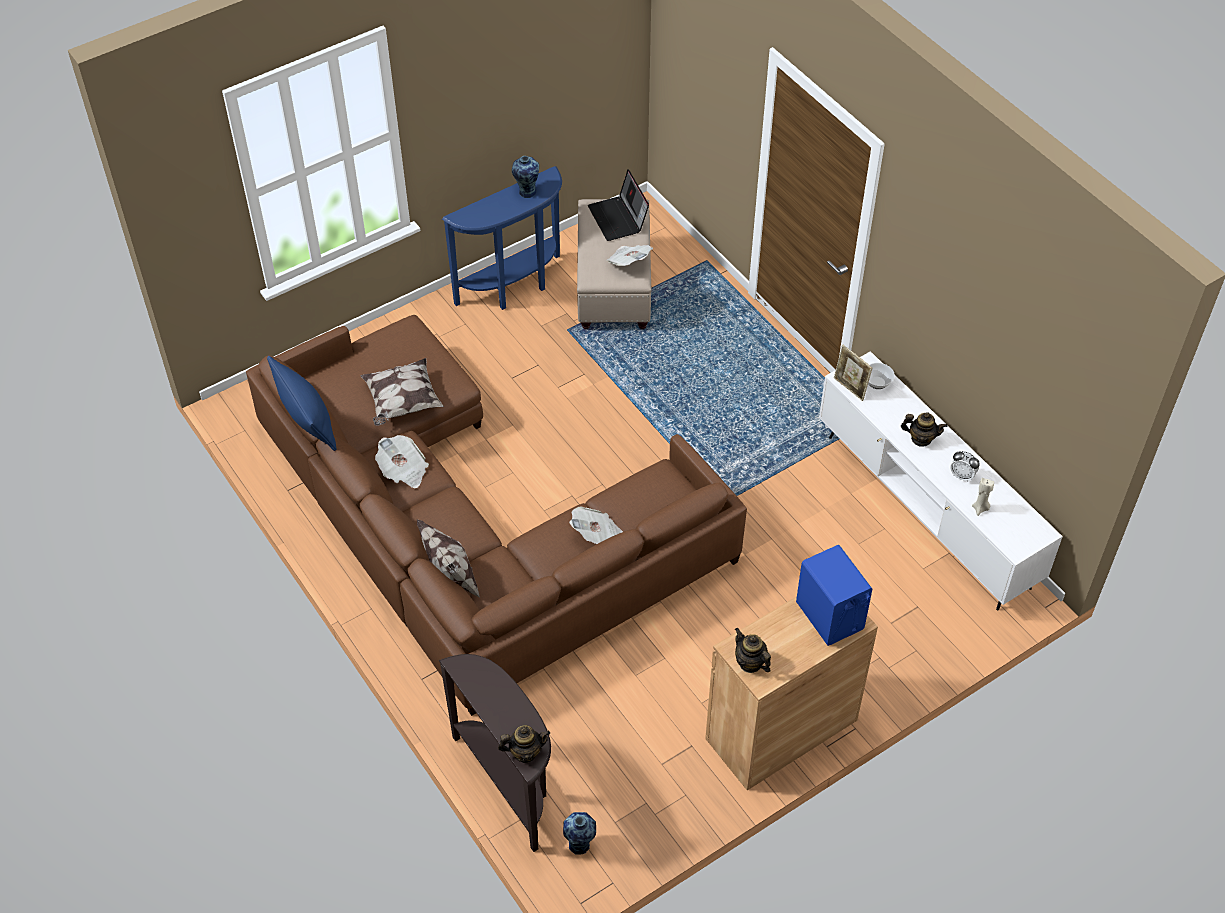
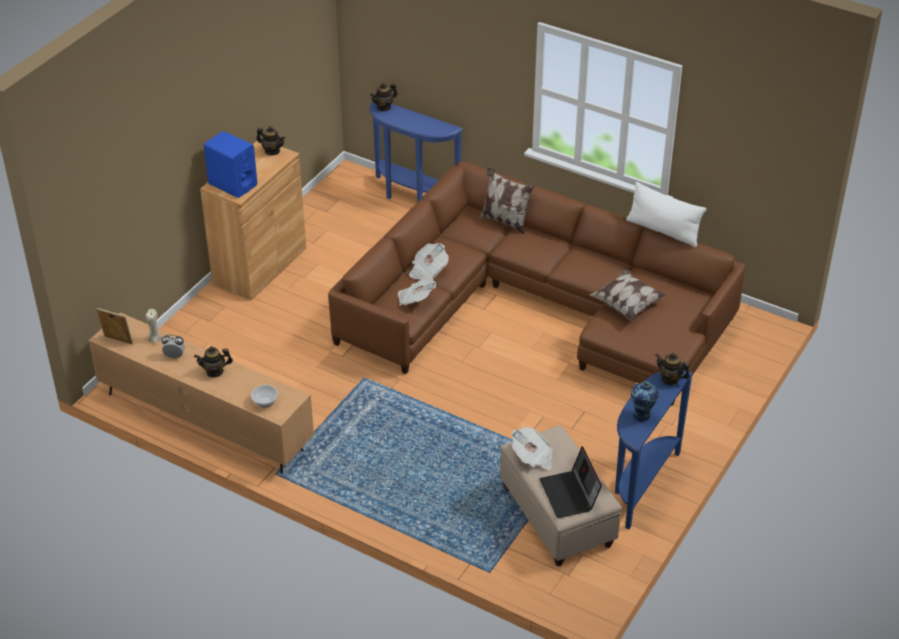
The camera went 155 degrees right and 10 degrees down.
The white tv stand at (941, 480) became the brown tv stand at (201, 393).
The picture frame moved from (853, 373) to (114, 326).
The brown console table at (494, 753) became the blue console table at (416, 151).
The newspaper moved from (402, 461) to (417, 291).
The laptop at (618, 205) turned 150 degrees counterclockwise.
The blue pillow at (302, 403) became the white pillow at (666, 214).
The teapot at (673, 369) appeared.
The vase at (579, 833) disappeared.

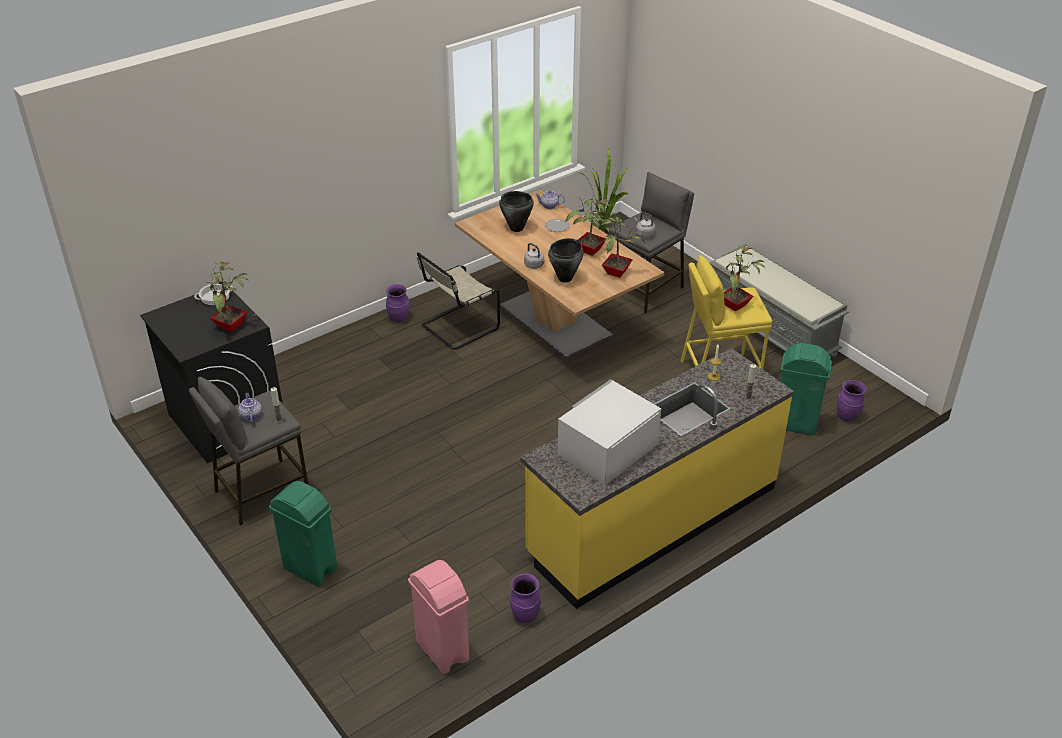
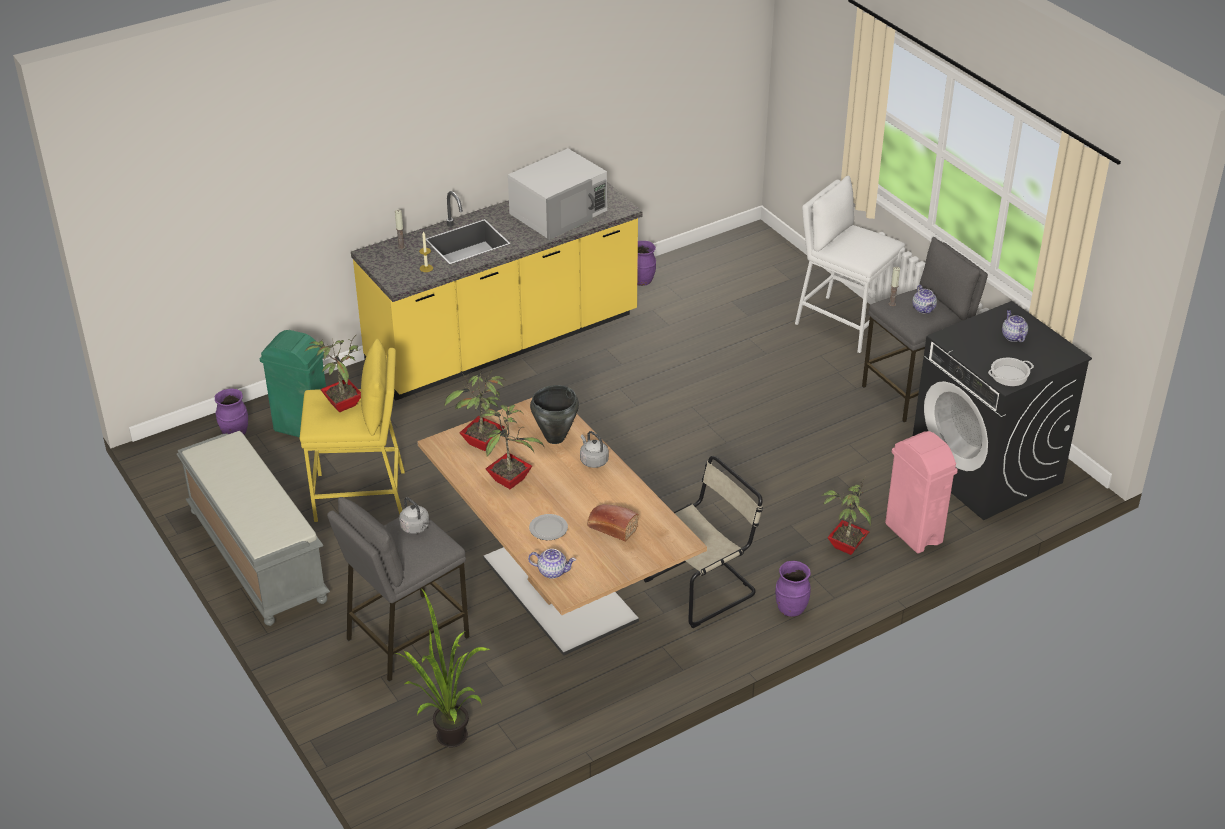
The camera went 175 degrees left and 0 degrees up.
The black cooking pot at (516, 211) was replaced by the bread at (613, 523).
The green trash can at (303, 534) was replaced by the white stool at (850, 264).
The potted plant moved from (228, 296) to (846, 516).
The pink trash can moved from (438, 617) to (921, 492).
The teapot at (1015, 326) appeared.

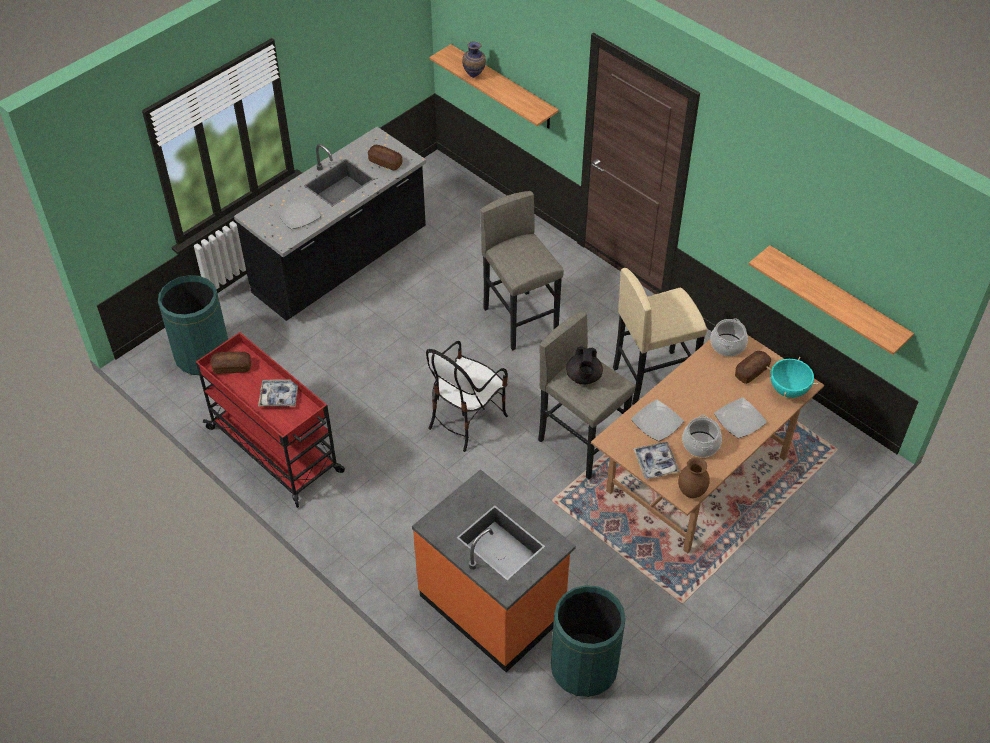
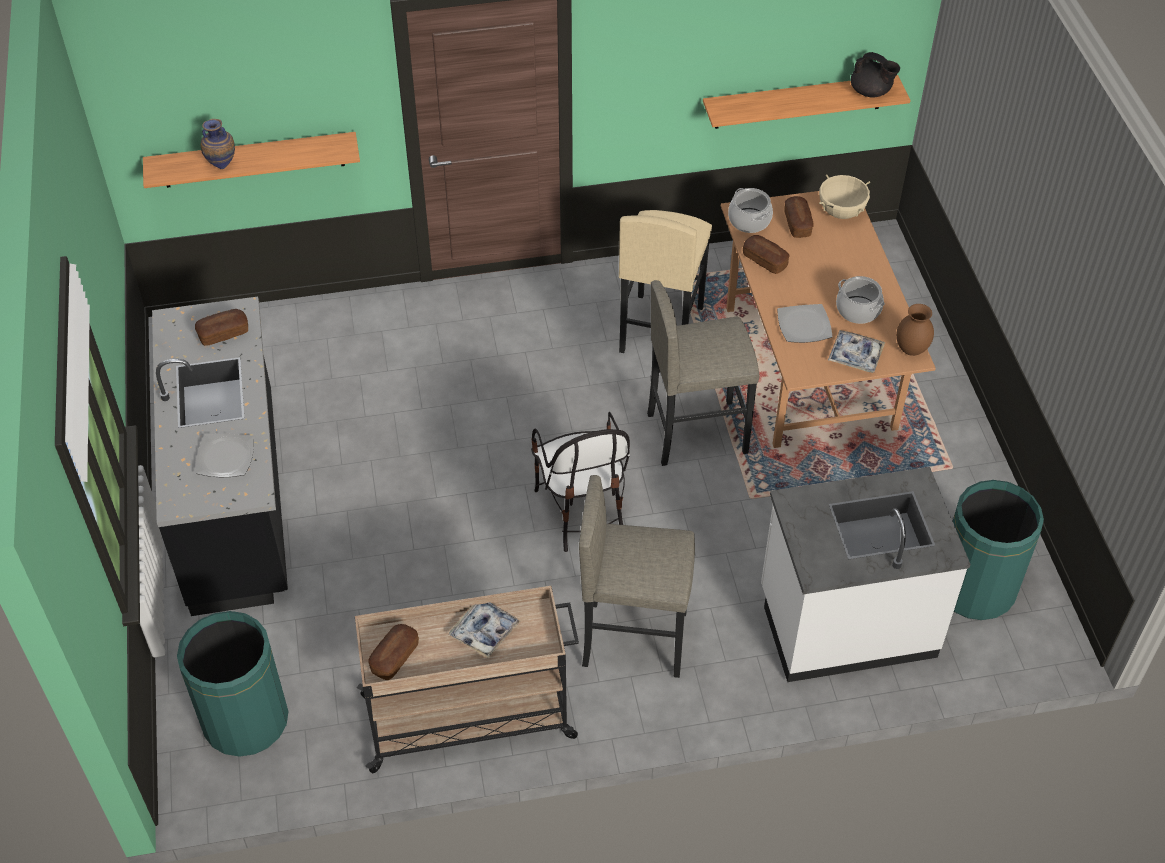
The camera went 55 degrees left and 0 degrees up.
The red cart at (270, 420) became the beige cart at (467, 679).
The grey stool moved from (522, 271) to (637, 576).
The bread at (766, 254) appeared.
The orange counter at (494, 570) became the white counter at (866, 574).
The turquoise cooking pot at (792, 377) became the beige cooking pot at (844, 196).
The black teapot moved from (584, 365) to (875, 75).
The plate at (740, 417) disappeared.

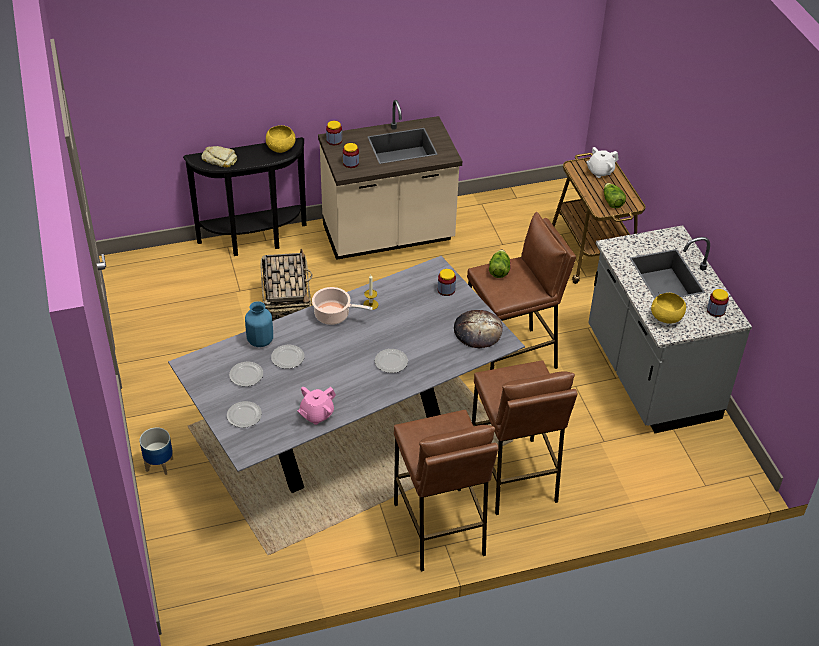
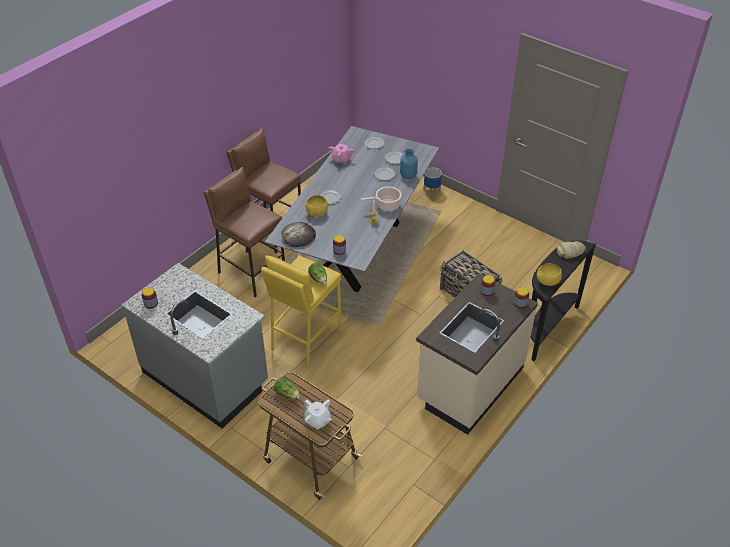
The camera went 145 degrees right and 0 degrees up.
The brown stool at (521, 291) became the yellow stool at (301, 311).
The white teapot at (602, 162) turned 105 degrees clockwise.
The yellow bowl moved from (668, 308) to (317, 206).

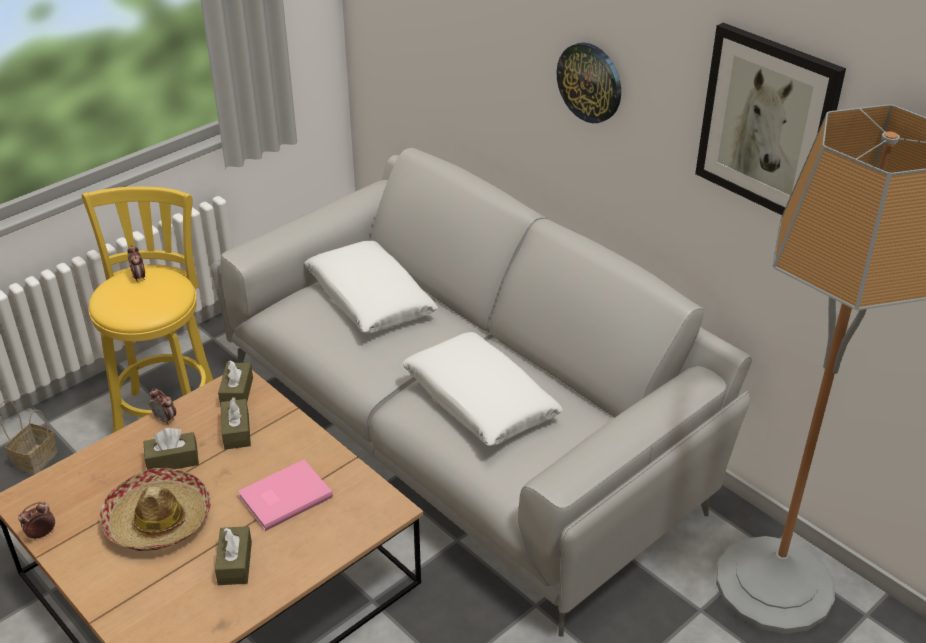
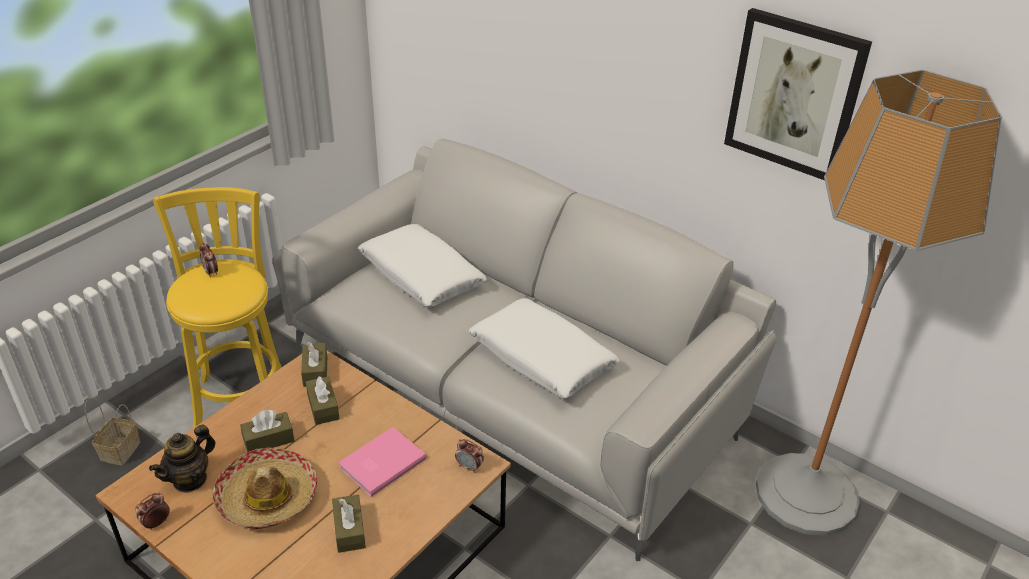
The camera went 10 degrees left and 0 degrees up.
The teapot at (182, 459) appeared.
The alarm clock moved from (162, 406) to (469, 456).
The wall clock at (589, 82) disappeared.

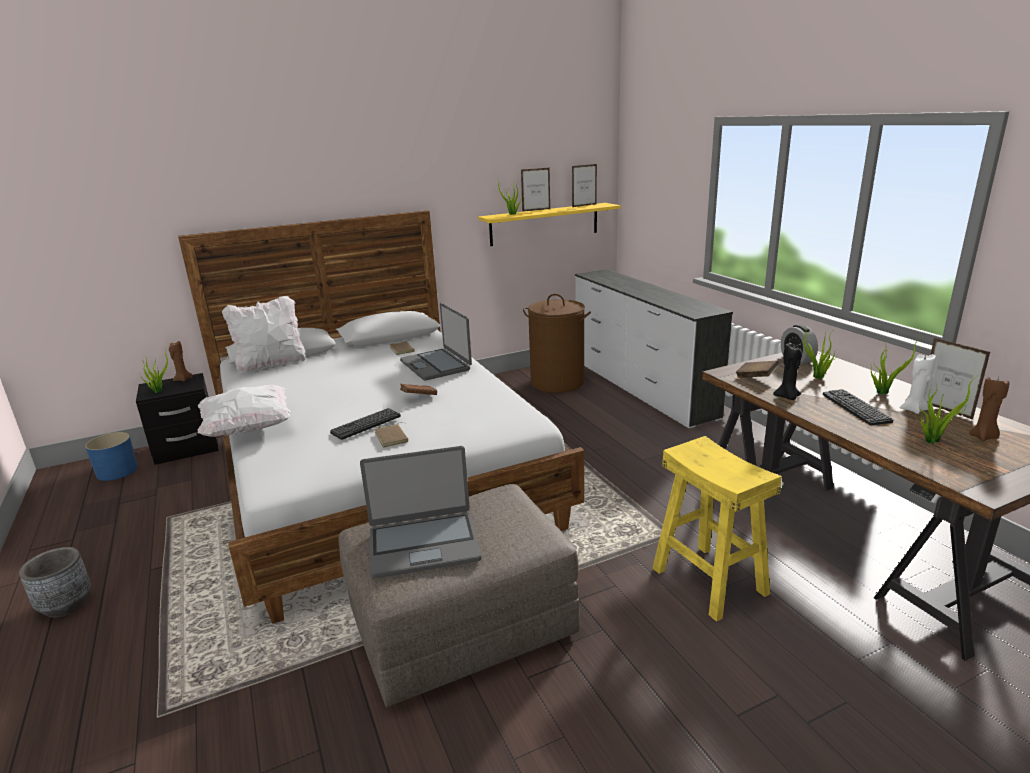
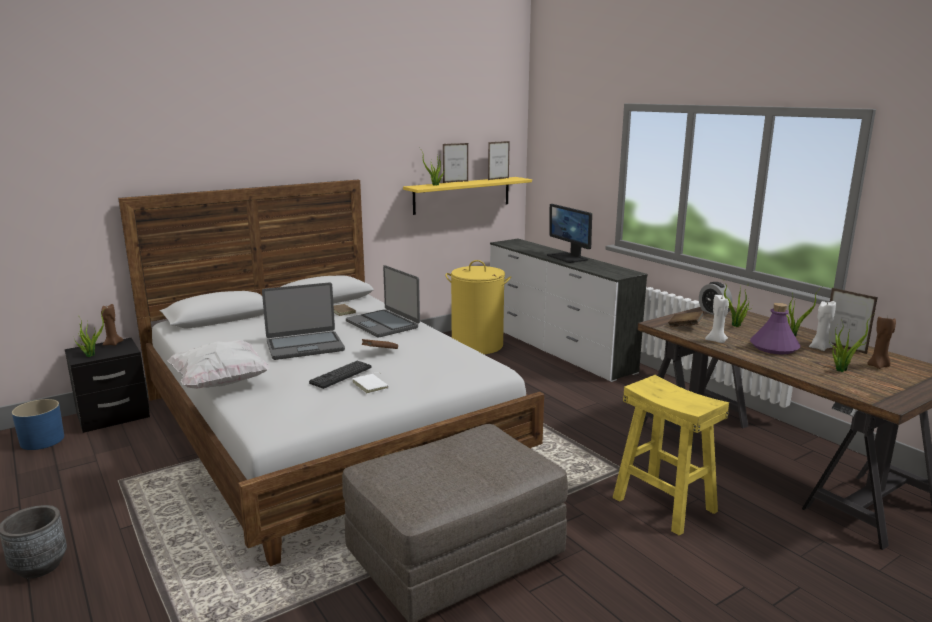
The camera went 10 degrees left and 5 degrees down.
The laptop moved from (421, 512) to (303, 321).
The brown book at (391, 436) became the white book at (370, 383).
The brown laundry basket at (557, 343) became the yellow laundry basket at (478, 307).
The monitor at (569, 233) appeared.
The black candle at (787, 371) became the white candle at (717, 319).
The keyboard at (858, 407) was replaced by the purple bottle at (775, 329).
The white pillow at (264, 335) disappeared.

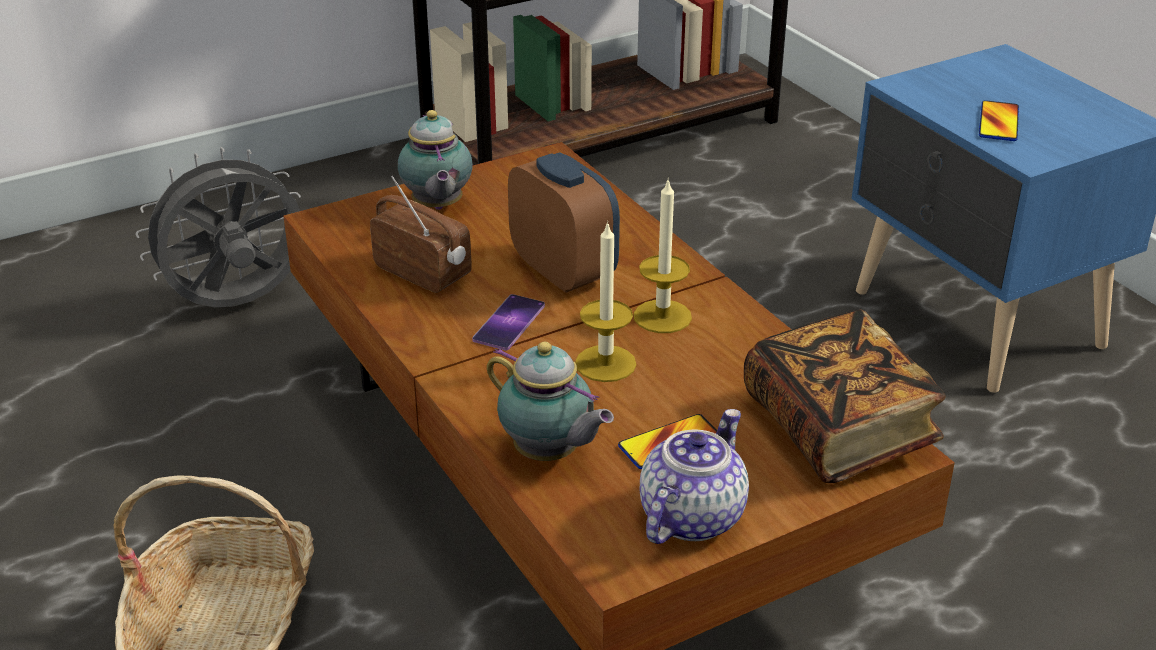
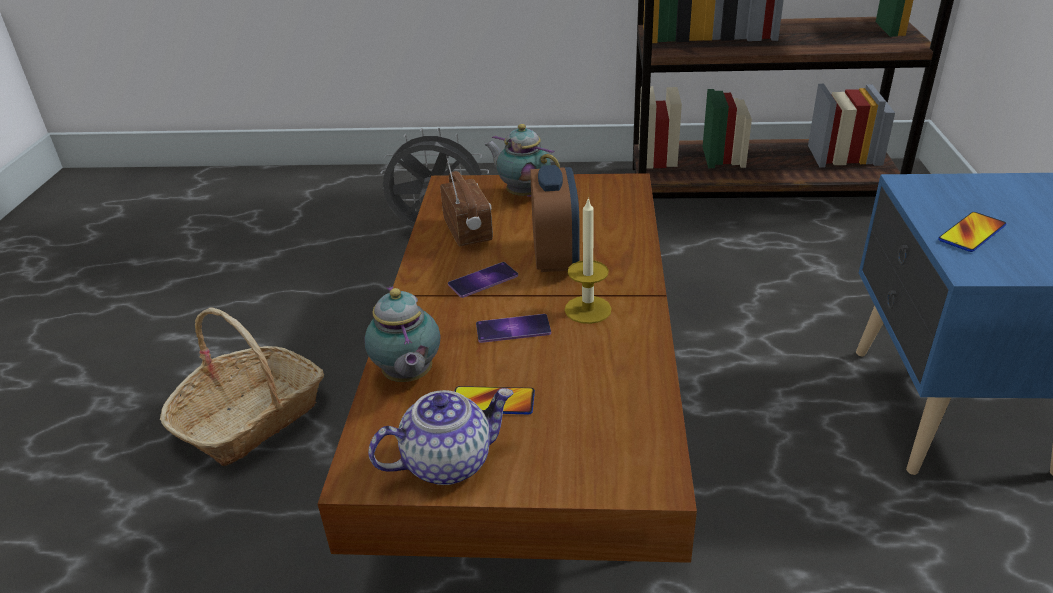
The camera went 35 degrees right and 0 degrees up.
The candle at (605, 301) was replaced by the phone at (513, 328).
The teapot at (435, 160) turned 105 degrees clockwise.
The book at (845, 396) disappeared.

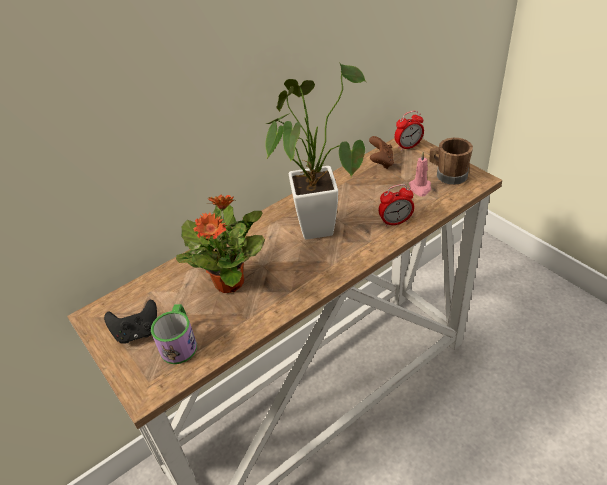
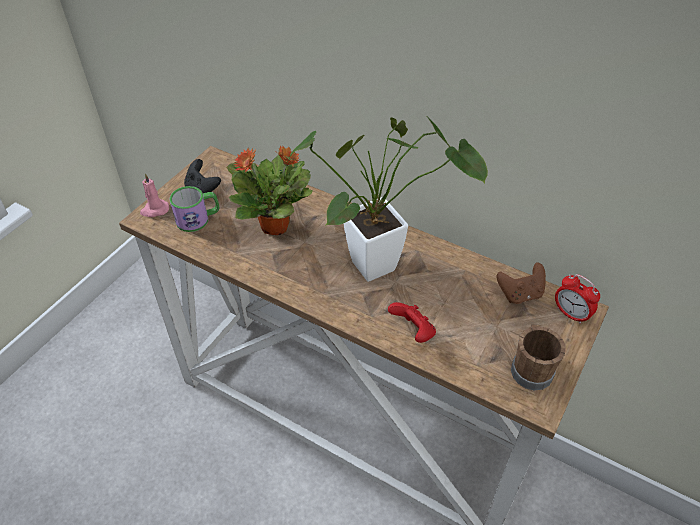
The camera went 65 degrees right and 5 degrees up.
The pink candle moved from (420, 174) to (154, 195).
The alarm clock at (396, 205) was replaced by the red game controller at (412, 322).

